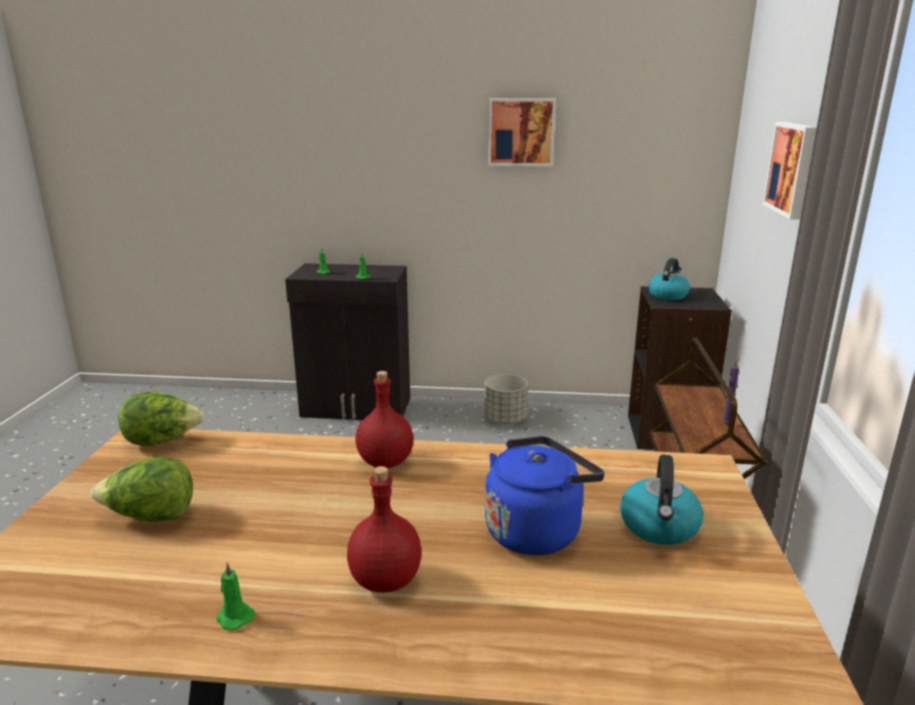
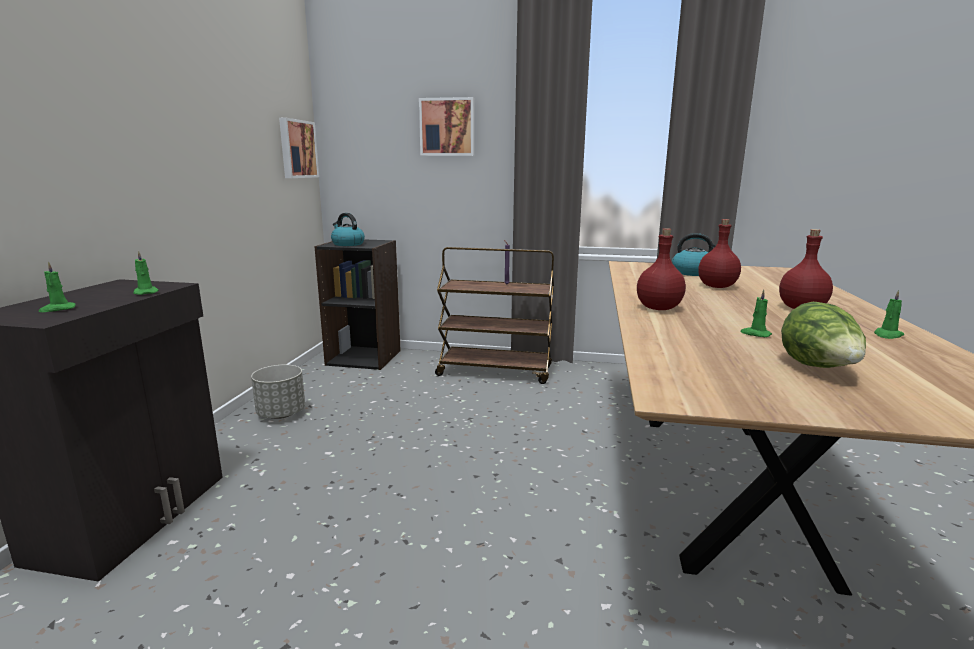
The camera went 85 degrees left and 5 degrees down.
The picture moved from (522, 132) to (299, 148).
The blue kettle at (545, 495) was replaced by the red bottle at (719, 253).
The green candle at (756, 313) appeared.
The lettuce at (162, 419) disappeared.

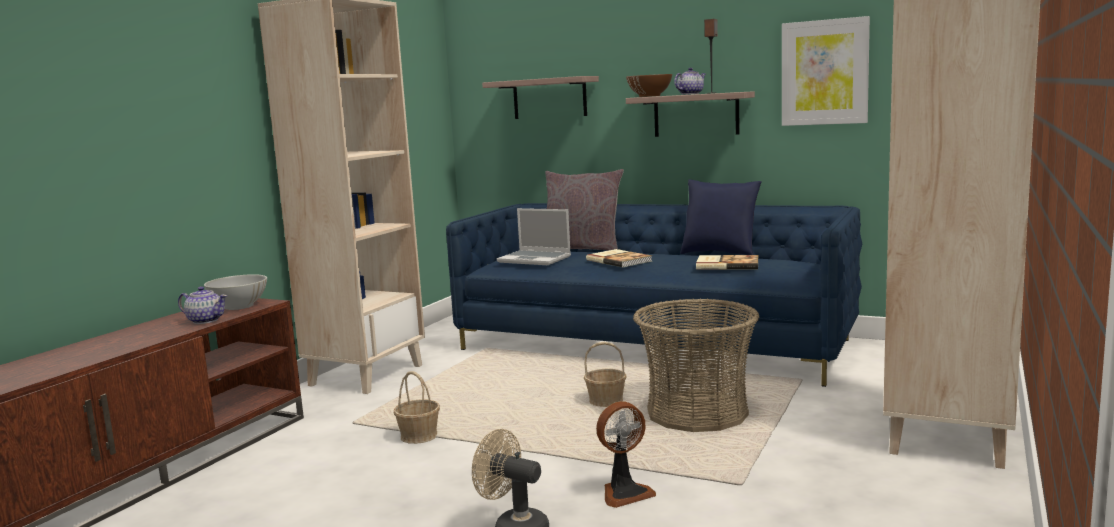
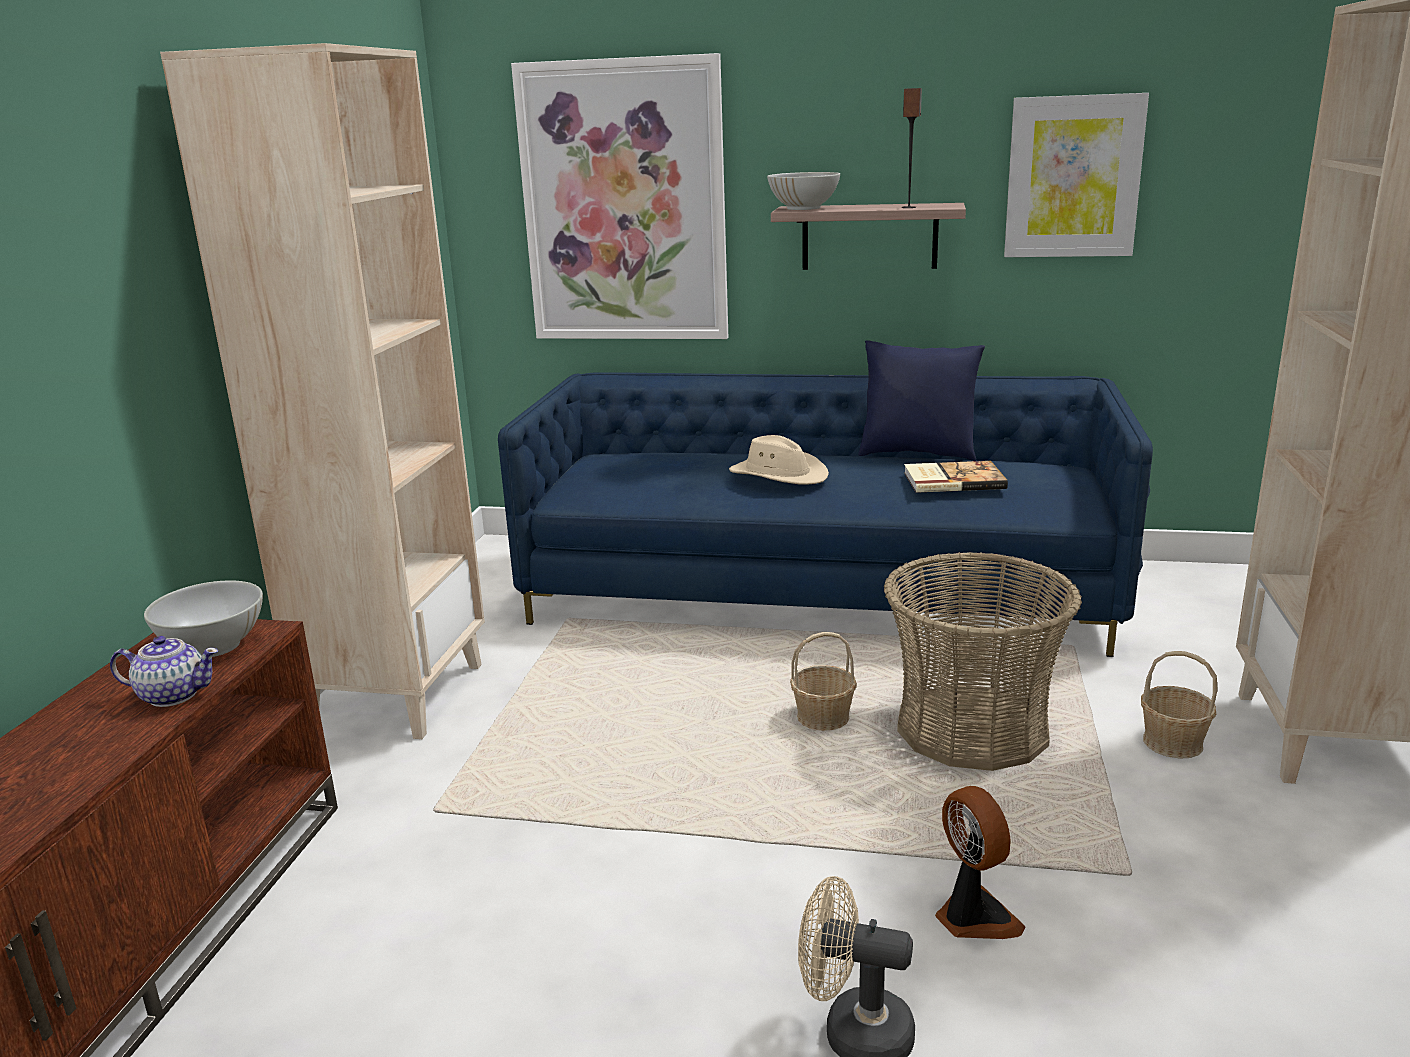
The camera went 15 degrees left and 10 degrees up.
The shelf at (540, 97) was replaced by the picture at (619, 196).
The book at (619, 258) was replaced by the beige hat at (779, 460).
The brown bowl at (649, 85) became the white bowl at (803, 191).
The fan at (626, 454) turned 75 degrees counterclockwise.
The basket moved from (417, 407) to (1179, 705).
The laptop at (534, 236) disappeared.
The grey pillow at (584, 210) disappeared.
The teapot at (690, 81) disappeared.

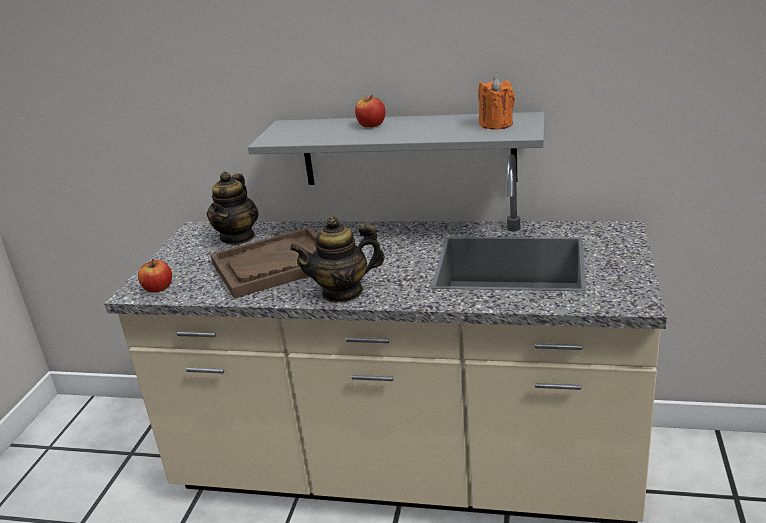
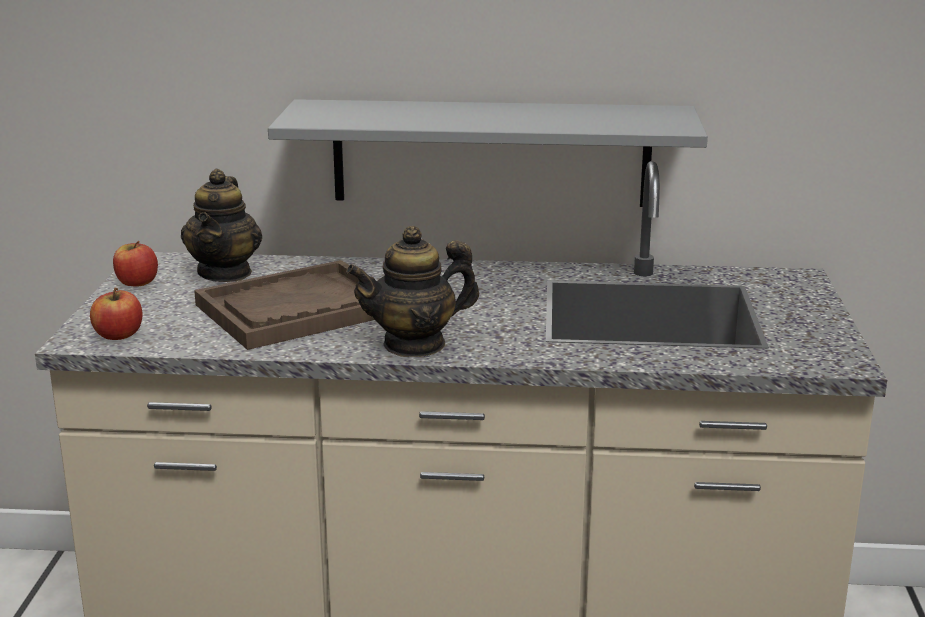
The camera went 10 degrees left and 5 degrees down.
The apple moved from (370, 111) to (135, 264).
The orange candle at (497, 103) disappeared.

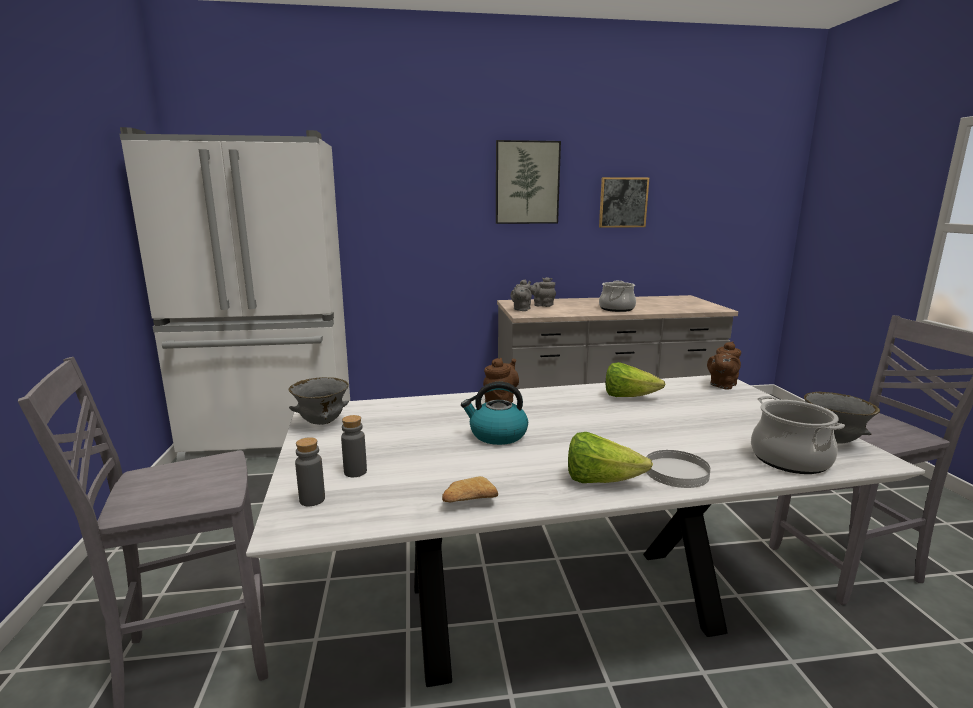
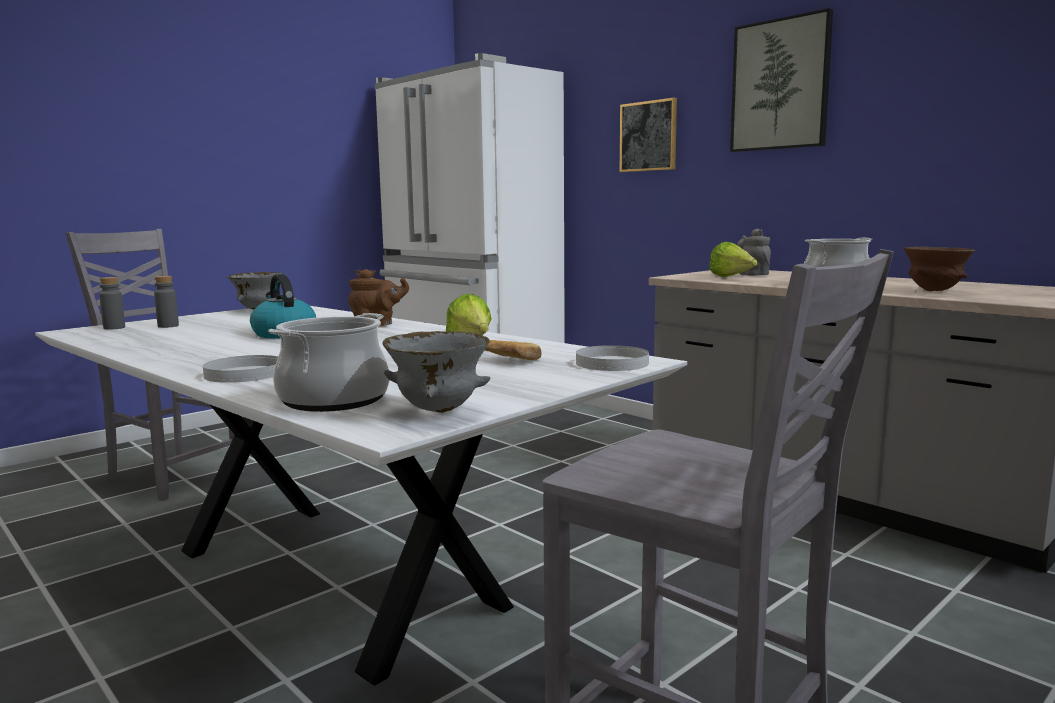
The camera went 55 degrees right and 5 degrees down.
The bread moved from (470, 489) to (513, 350).
The brown teapot at (724, 365) was replaced by the white plate at (612, 358).
The picture moved from (624, 202) to (648, 135).
The lettuce moved from (610, 457) to (733, 259).
The brown bowl at (939, 269) appeared.
The grey teapot at (521, 295) disappeared.

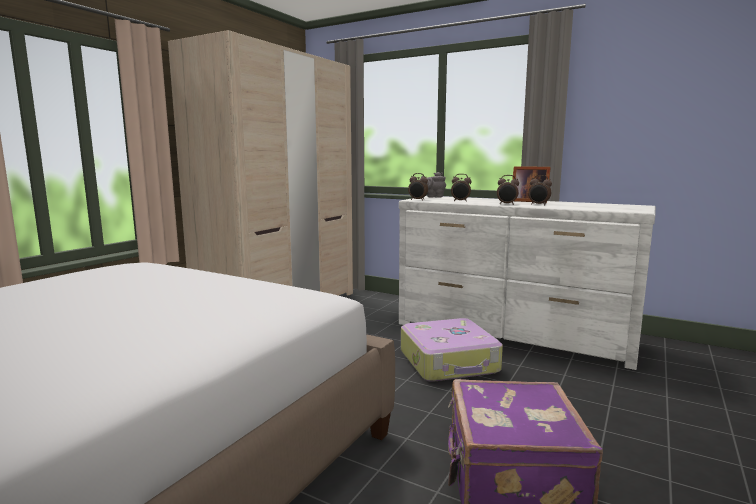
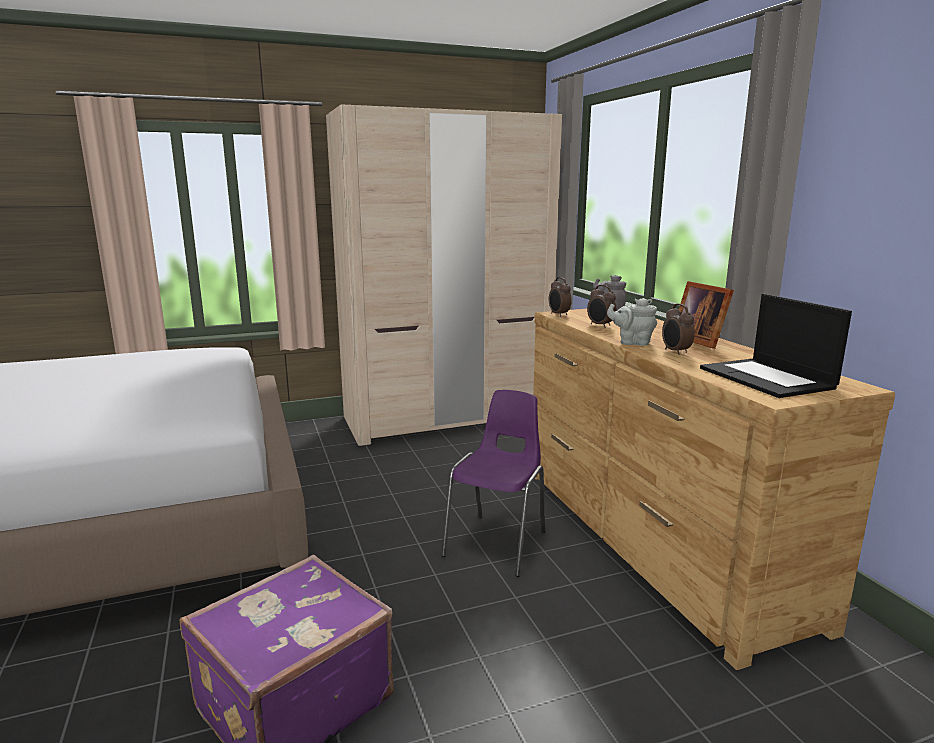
The camera went 40 degrees right and 5 degrees up.
The suitcase at (452, 350) was replaced by the purple chair at (493, 483).
The white dresser at (527, 283) became the brown dresser at (714, 489).
The alarm clock at (508, 190) was replaced by the grey teapot at (632, 322).
The laptop at (776, 346) appeared.

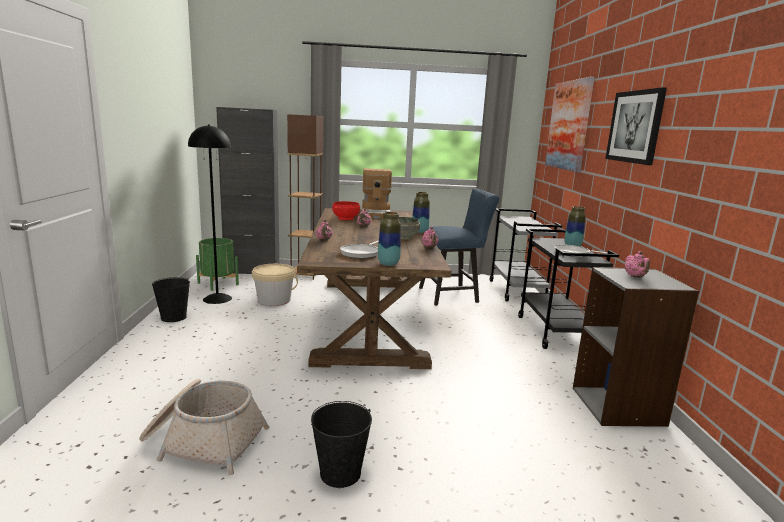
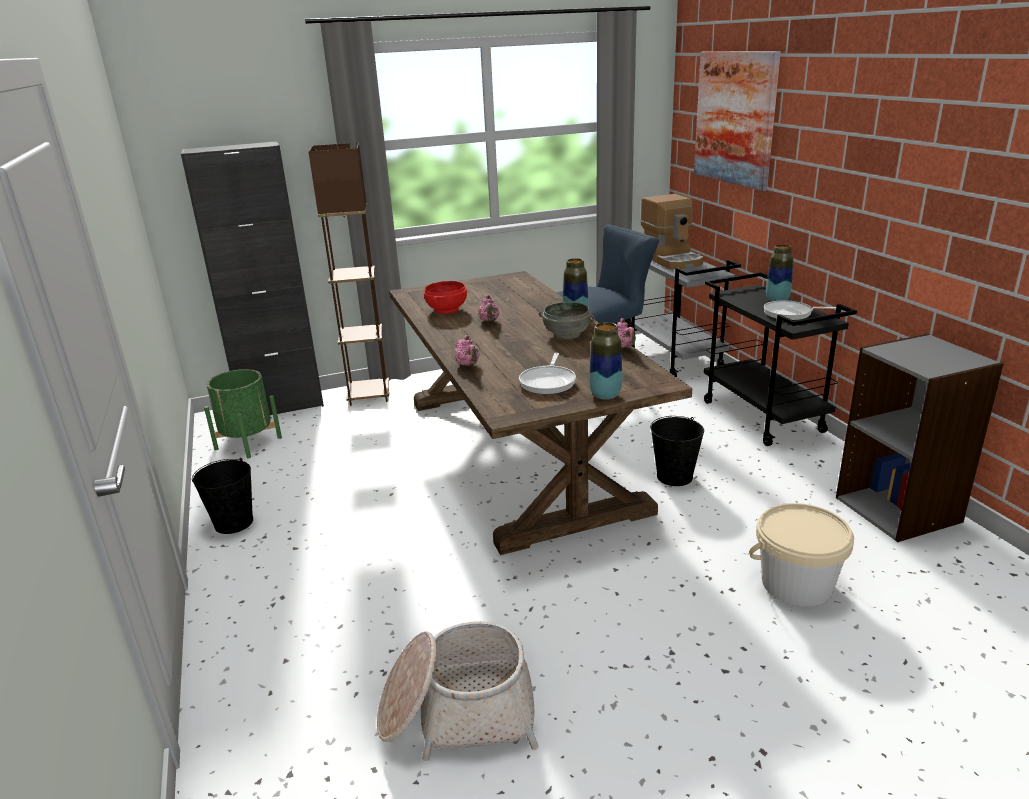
The camera went 15 degrees left and 10 degrees up.
The coffee machine moved from (377, 193) to (672, 231).
The black bucket moved from (341, 444) to (677, 451).
The beige bucket moved from (275, 285) to (801, 555).
The black floor lamp at (210, 214) disappeared.
The picture at (636, 126) disappeared.
The pink teapot at (637, 264) disappeared.

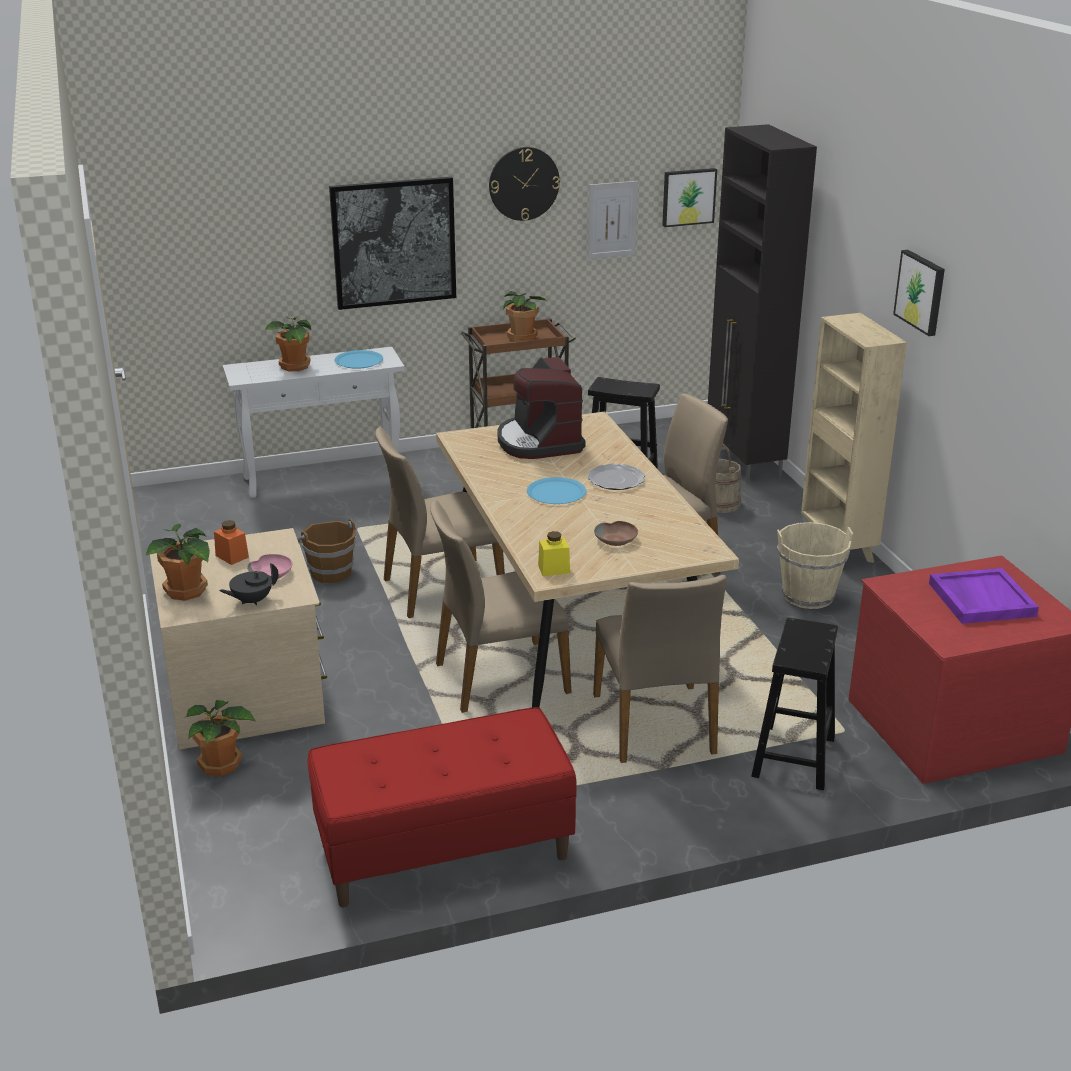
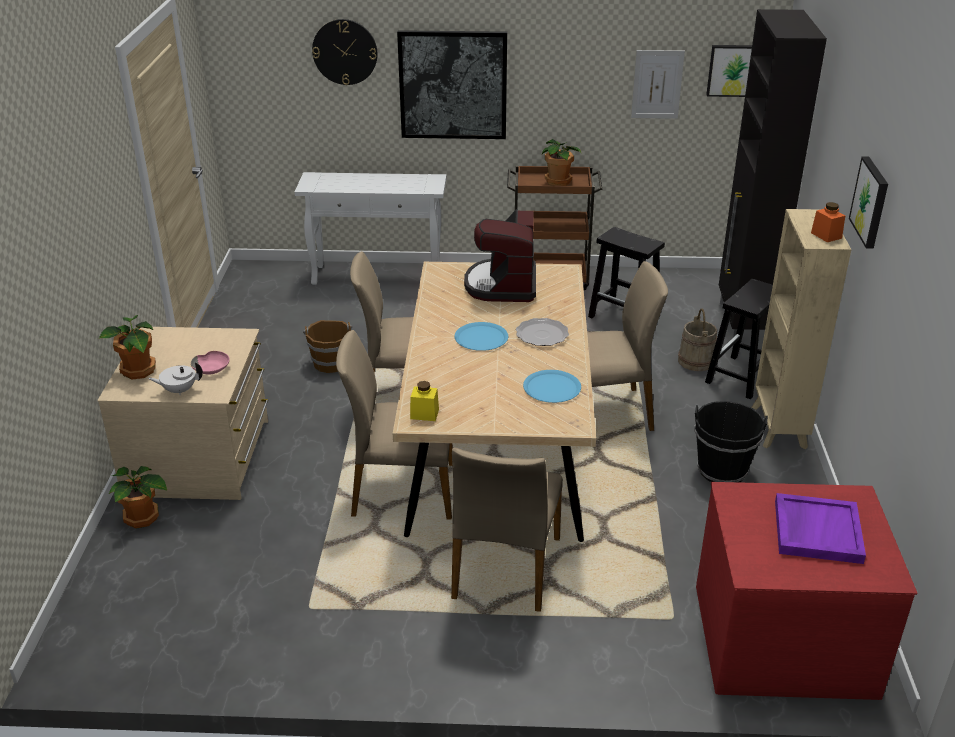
The camera went 20 degrees right and 5 degrees up.
The black teapot at (249, 584) became the white teapot at (175, 378).
The wall clock moved from (524, 184) to (345, 52).
The blue plate moved from (359, 359) to (552, 386).
The beige bucket at (815, 565) became the black bucket at (731, 441).
The black stool moved from (794, 704) to (739, 339).
The orange jar moved from (231, 542) to (828, 222).
The potted plant at (287, 343) disappeared.
The red bench at (442, 807) disappeared.
The brown bowl at (616, 533) disappeared.

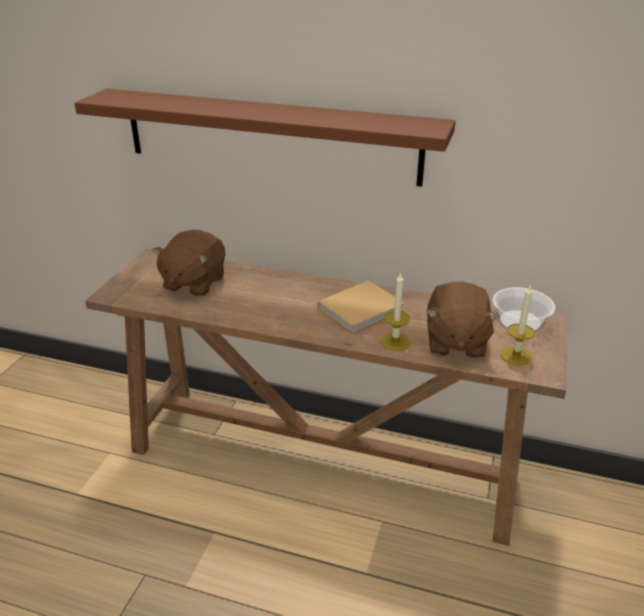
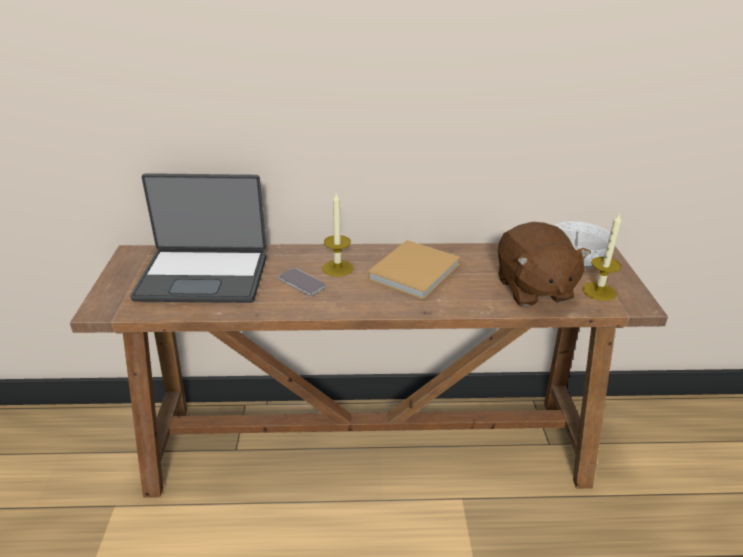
The camera went 20 degrees left and 0 degrees up.
The brown plush toy at (188, 263) was replaced by the laptop at (198, 238).
The phone at (302, 282) appeared.
The candle moved from (395, 311) to (338, 234).
The brown shelf at (265, 138) disappeared.

